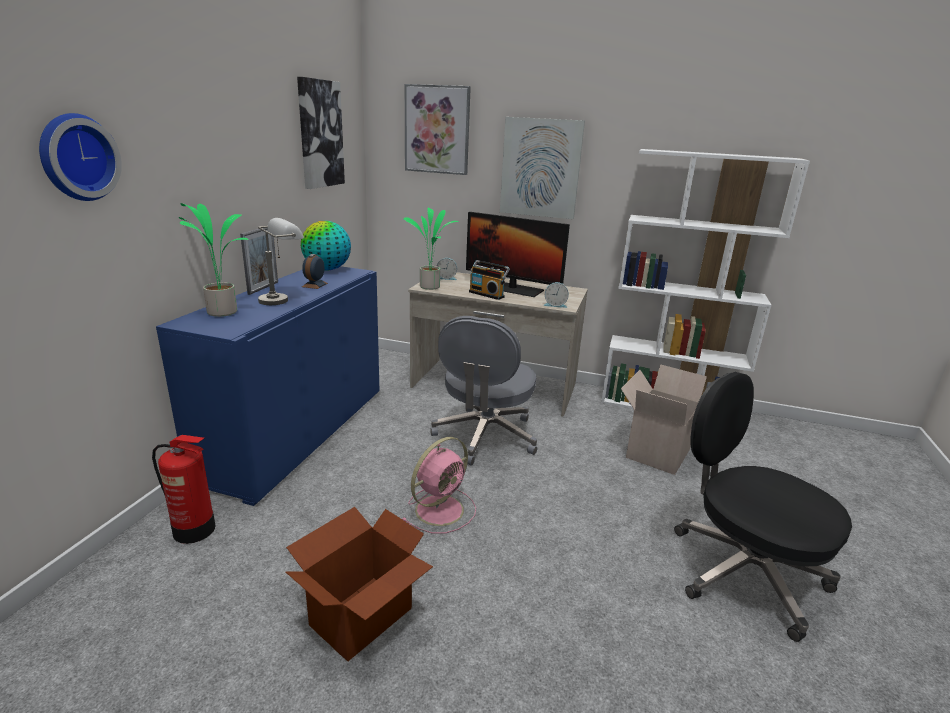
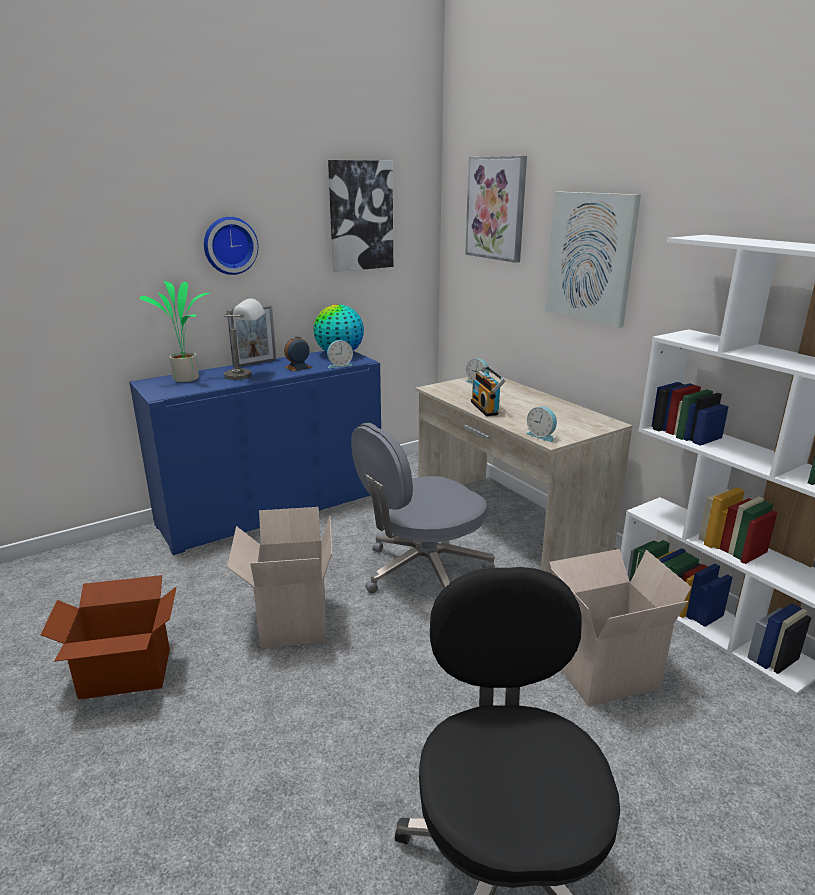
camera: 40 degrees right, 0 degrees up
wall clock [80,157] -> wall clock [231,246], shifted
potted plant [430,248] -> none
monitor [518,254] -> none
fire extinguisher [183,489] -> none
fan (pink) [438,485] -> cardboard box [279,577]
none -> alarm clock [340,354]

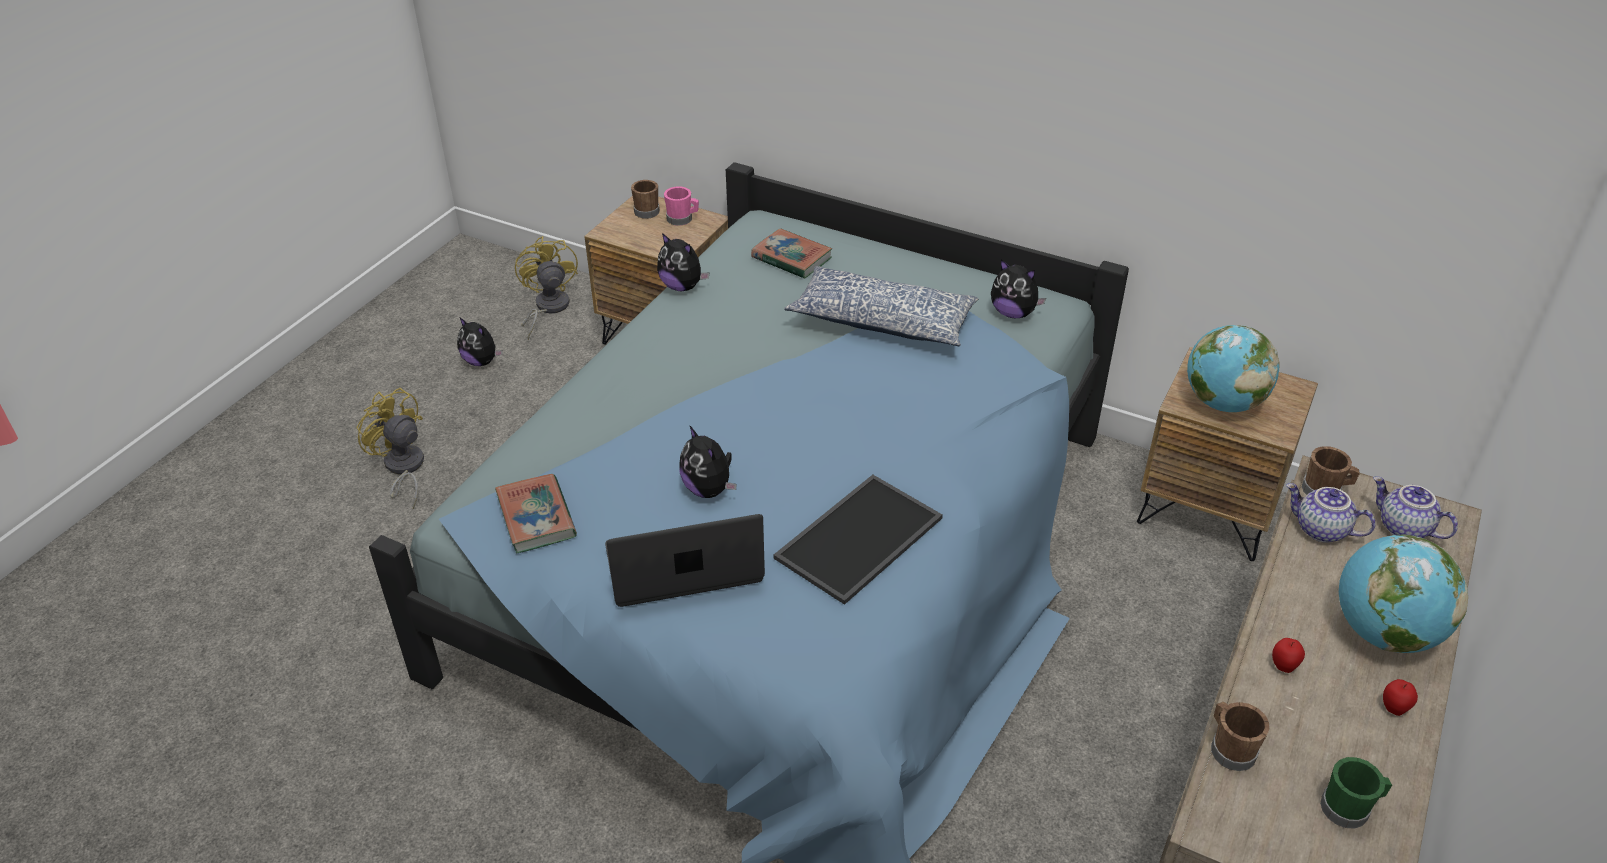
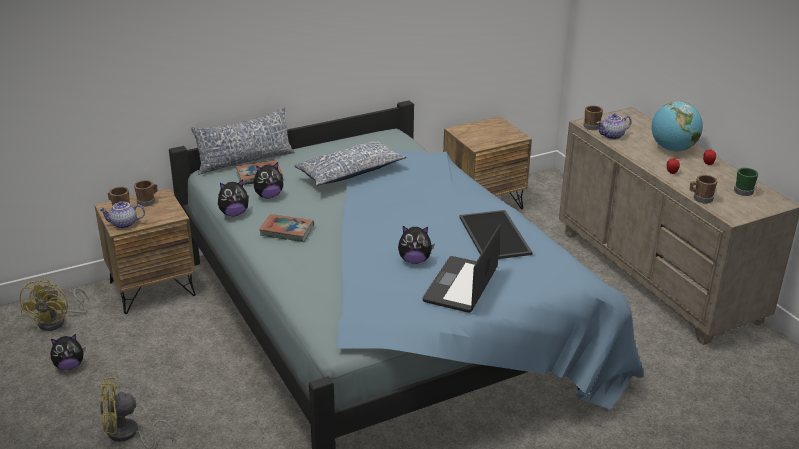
camera: 55 degrees left, 10 degrees down
mug (pink) [681,206] -> mug (brown) [146,193]
fan (yellow) [546,288] -> fan (yellow) [54,304], 105 degrees counterclockwise
plush toy [1018,288] -> plush toy [268,180], shifted
globe [1233,368] -> none
book [536,513] -> book [286,228], shifted
teapot [1415,507] -> teapot [122,215], shifted
none -> pillow [243,141]

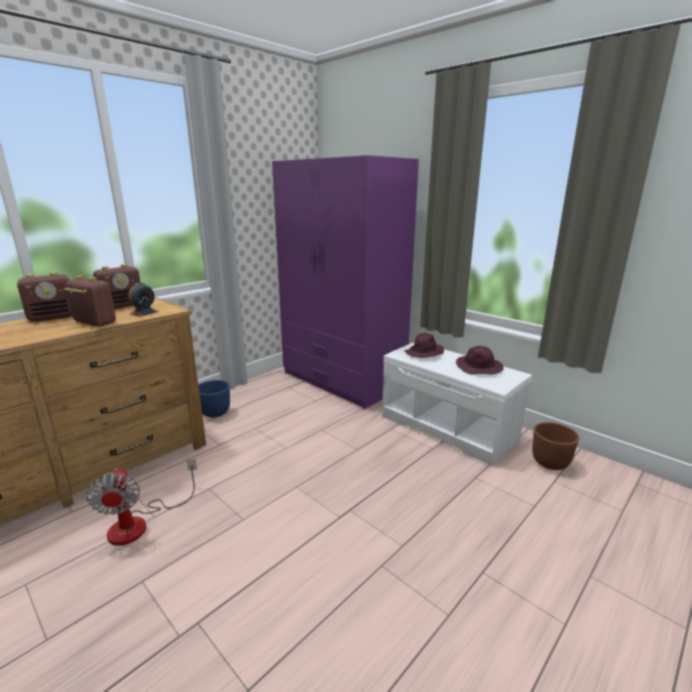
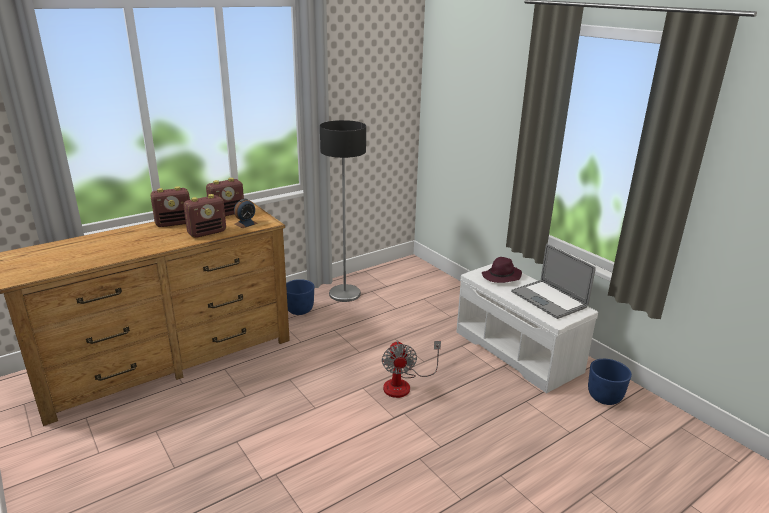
camera: 10 degrees right, 5 degrees up
wardrobe (purple) [345,282] -> none
radio [89,301] -> radio [205,216], 105 degrees clockwise
hat (purple) [480,360] -> laptop [553,281]
planter (brown) [555,446] -> planter (blue) [610,382]
fan [141,502] -> fan [411,369], shifted
none -> floor lamp [343,211]

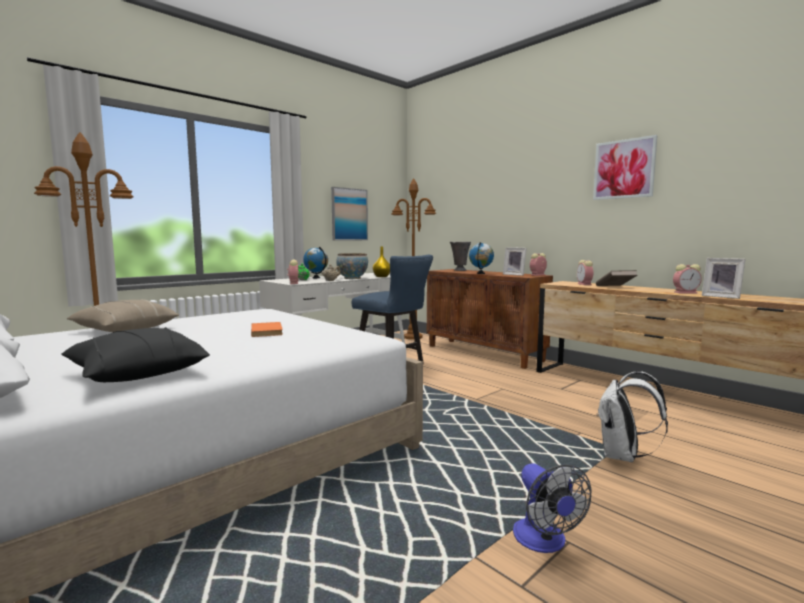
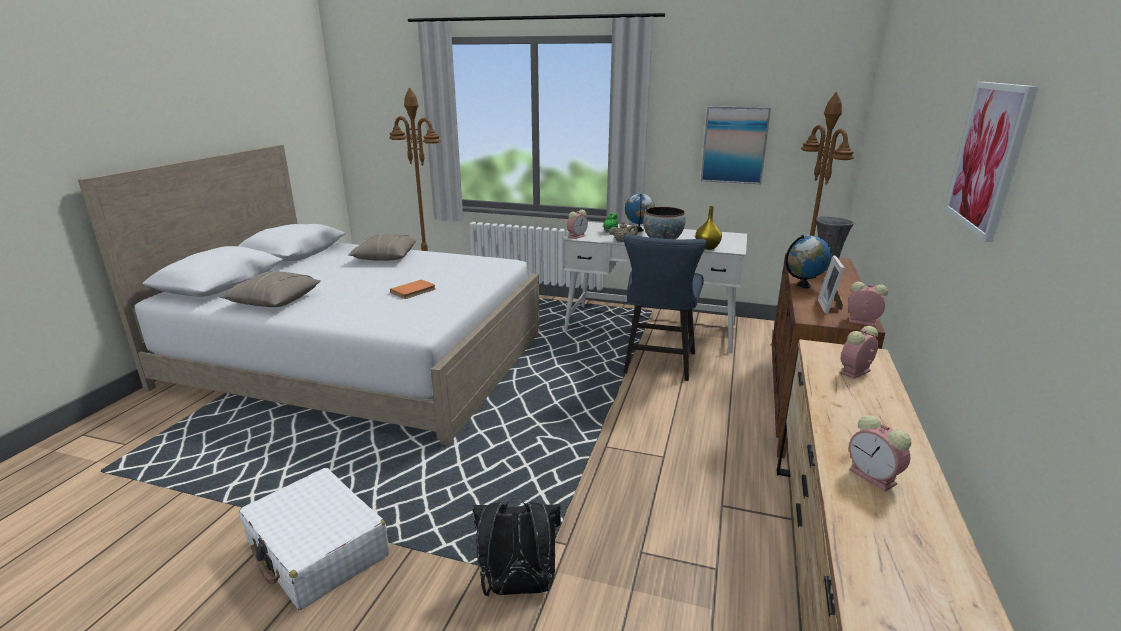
camera: 60 degrees right, 15 degrees up
picture frame [723,278] -> none
book (brown) [617,278] -> none
pillow (black) [135,354] -> pillow (beige) [270,289]
backpack (white) [632,417] -> backpack (black) [517,547]
fan [552,508] -> suitcase (white) [314,539]

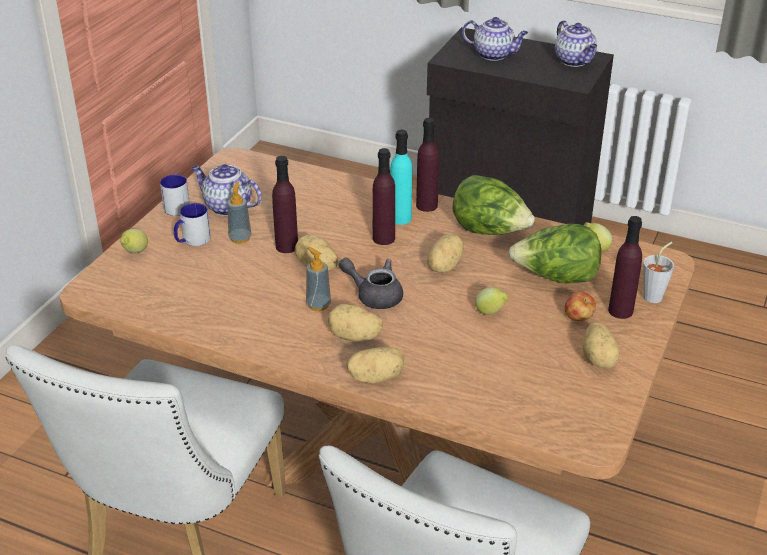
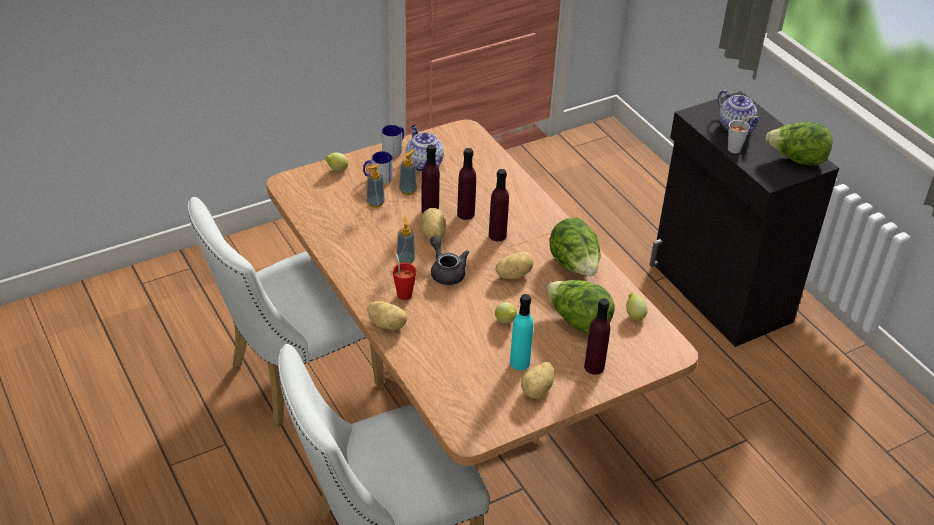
camera: 35 degrees right, 5 degrees up
teapot [576,43] -> lettuce [798,144]
bottle (purple) [427,165] -> bottle (purple) [466,184], shifted
bottle (turquoise) [401,177] -> bottle (turquoise) [522,332], shifted
cup (grey) [658,272] -> cup (grey) [742,134], shifted
apple [580,306] -> none
potato [355,322] -> cup (red) [404,275]
none -> soap dispenser [375,186]

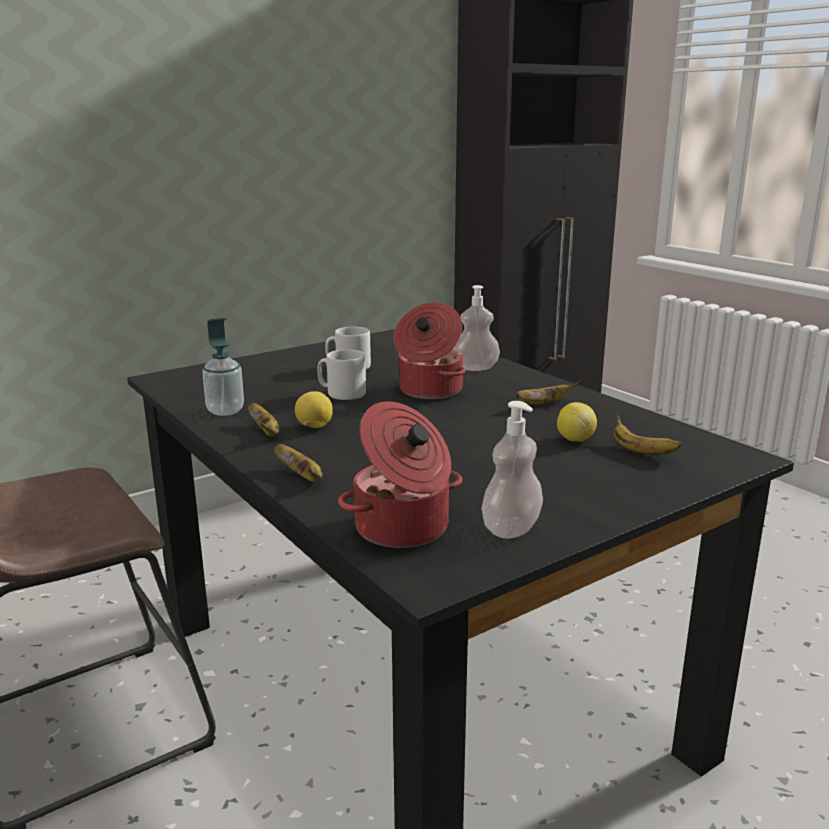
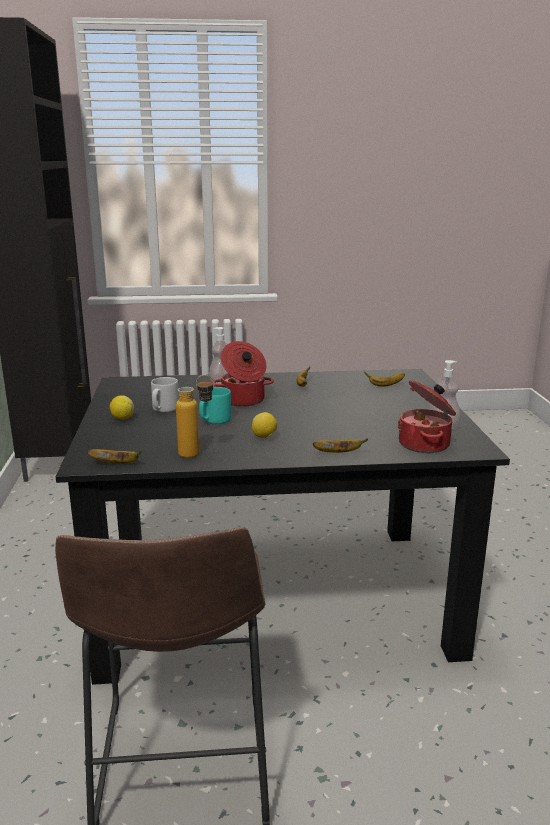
camera: 60 degrees left, 0 degrees up
soap dispenser [223,367] -> bottle [195,416]
mug (grey) [341,374] -> mug (turquoise) [215,405]
lemon [577,422] -> lemon [122,407], shifted
banana [263,420] -> banana [114,456], shifted

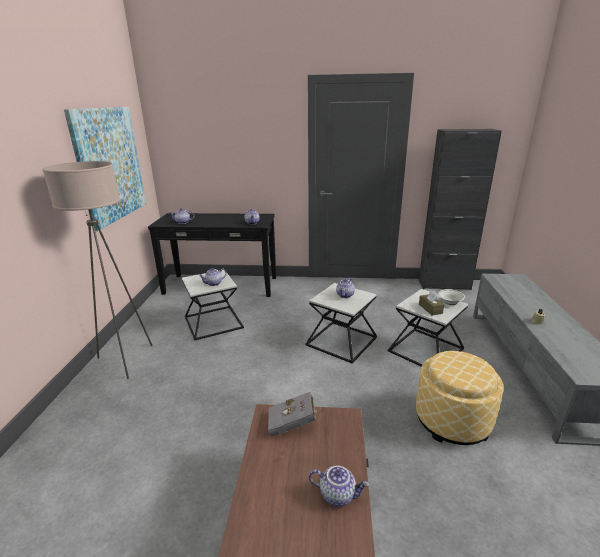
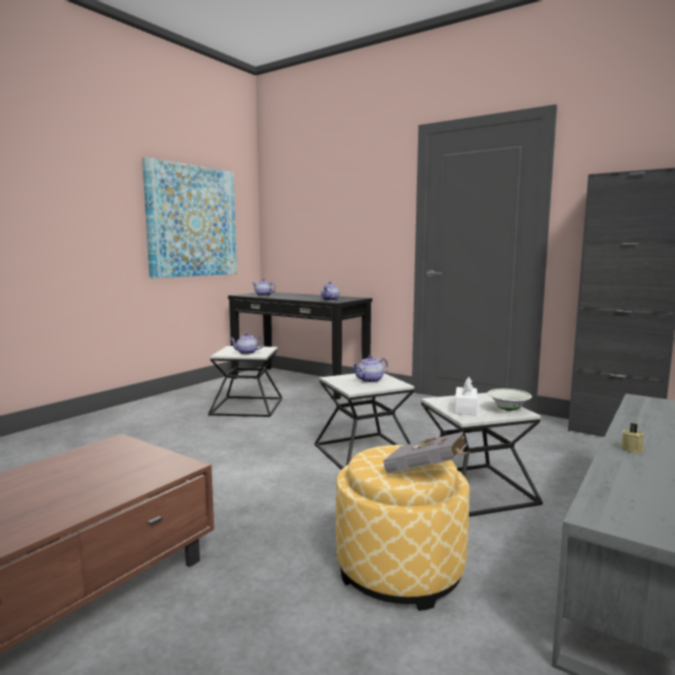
camera: 30 degrees right, 15 degrees down
floor lamp (beige) [97,270] -> none
tissue box (brown) [431,303] -> tissue box (white) [466,396]
book (grey) [295,414] -> book (grey) [426,452], shifted
teapot [339,486] -> none

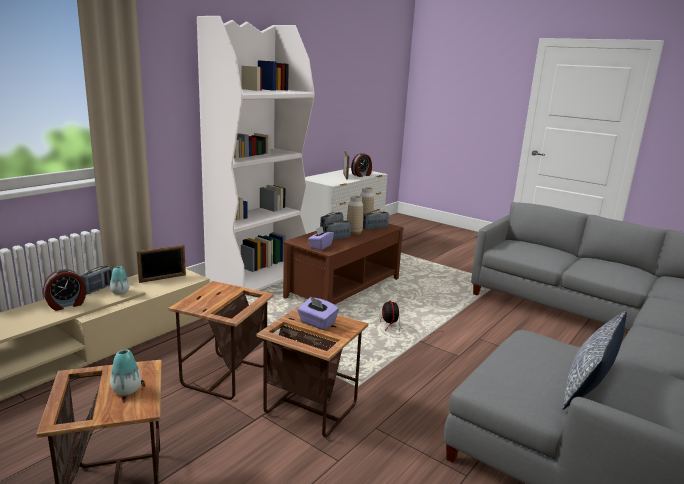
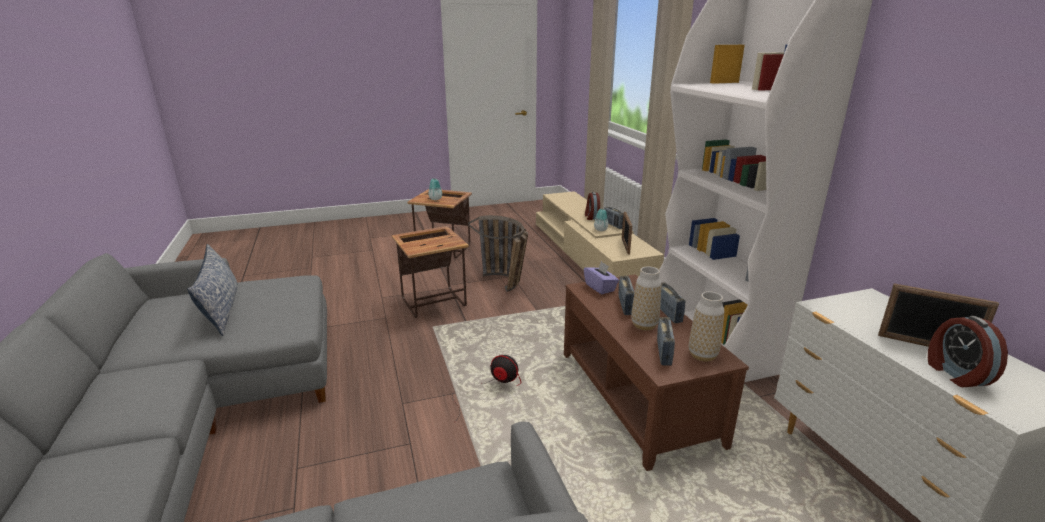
camera: 125 degrees right, 5 degrees up
side table [221,340] -> basket [498,253]
tissue box (purple) [318,313] -> none

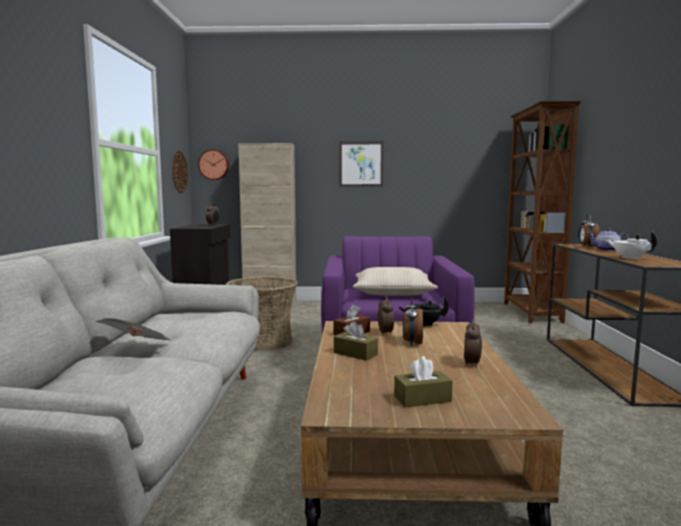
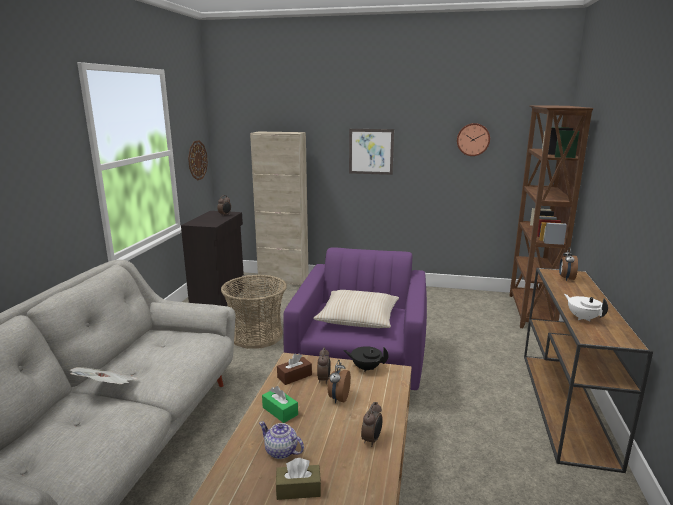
camera: 10 degrees right, 10 degrees up
wall clock [213,164] -> wall clock [473,139], shifted
teapot [608,239] -> teapot [281,440], shifted
tissue box (brown) [356,341] -> tissue box (green) [280,404]

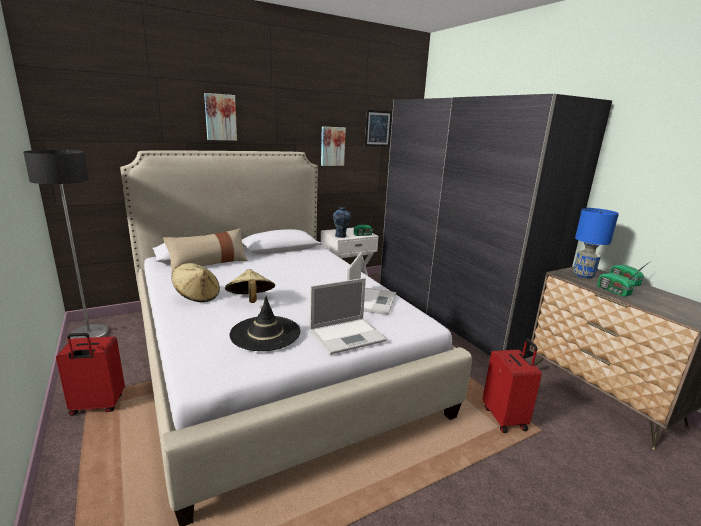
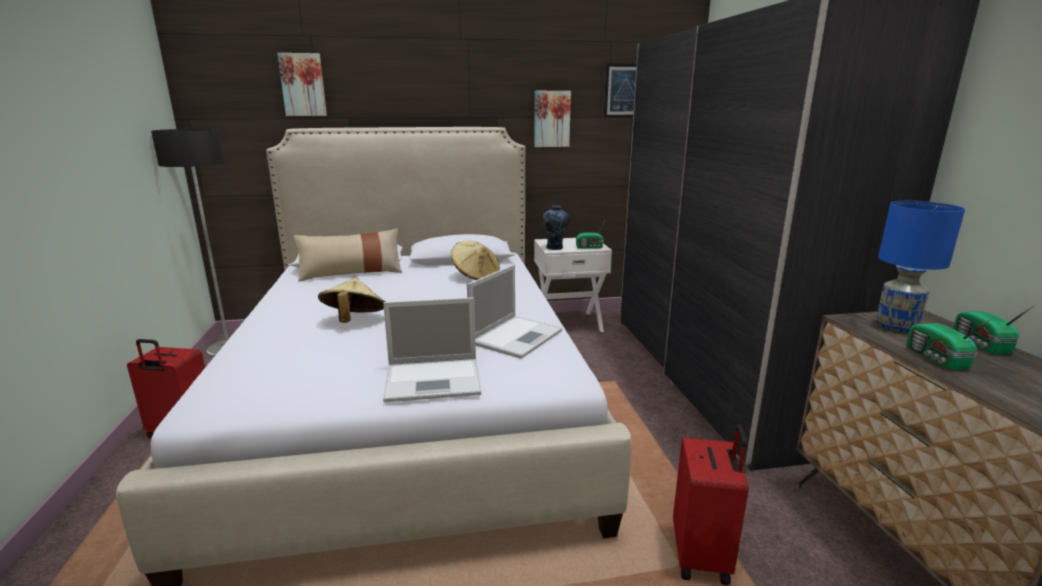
camera: 20 degrees right, 0 degrees up
picture [220,117] -> picture [302,84], shifted
hat (beige) [195,282] -> hat (beige) [475,260], shifted
hat (black) [265,323] -> none

